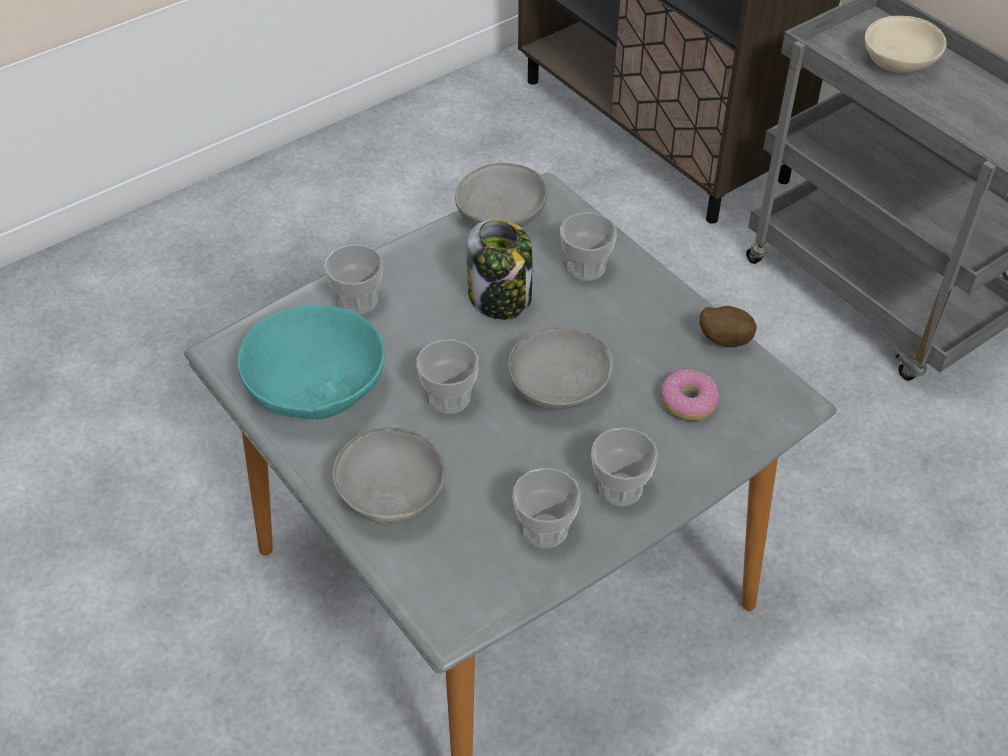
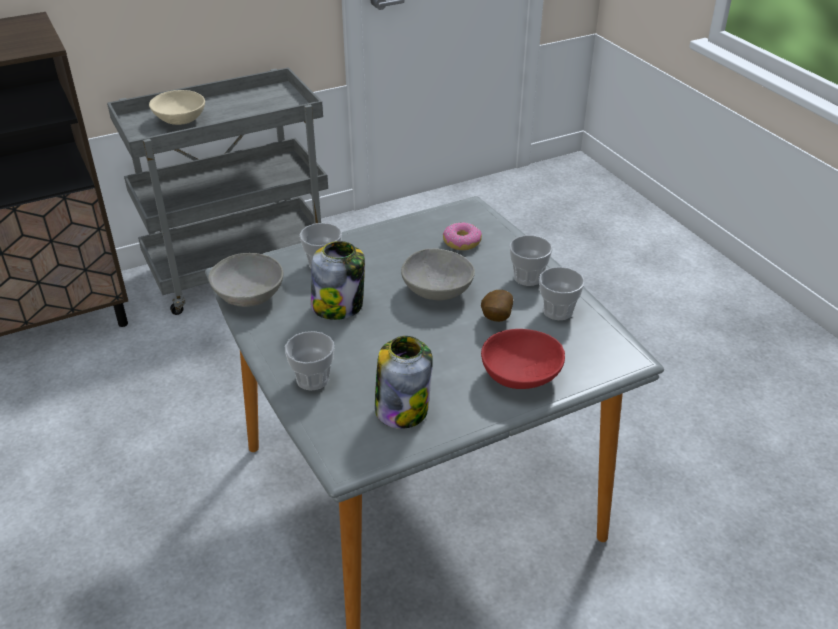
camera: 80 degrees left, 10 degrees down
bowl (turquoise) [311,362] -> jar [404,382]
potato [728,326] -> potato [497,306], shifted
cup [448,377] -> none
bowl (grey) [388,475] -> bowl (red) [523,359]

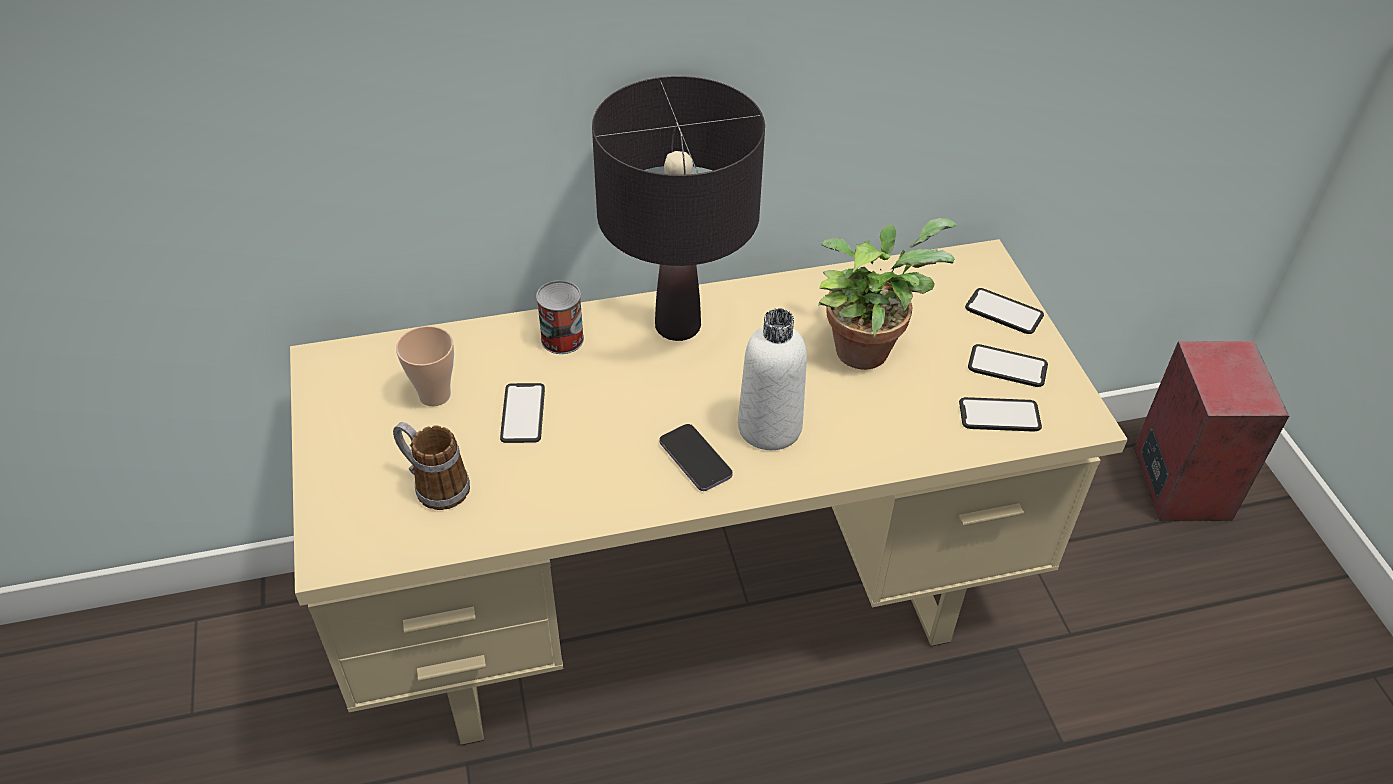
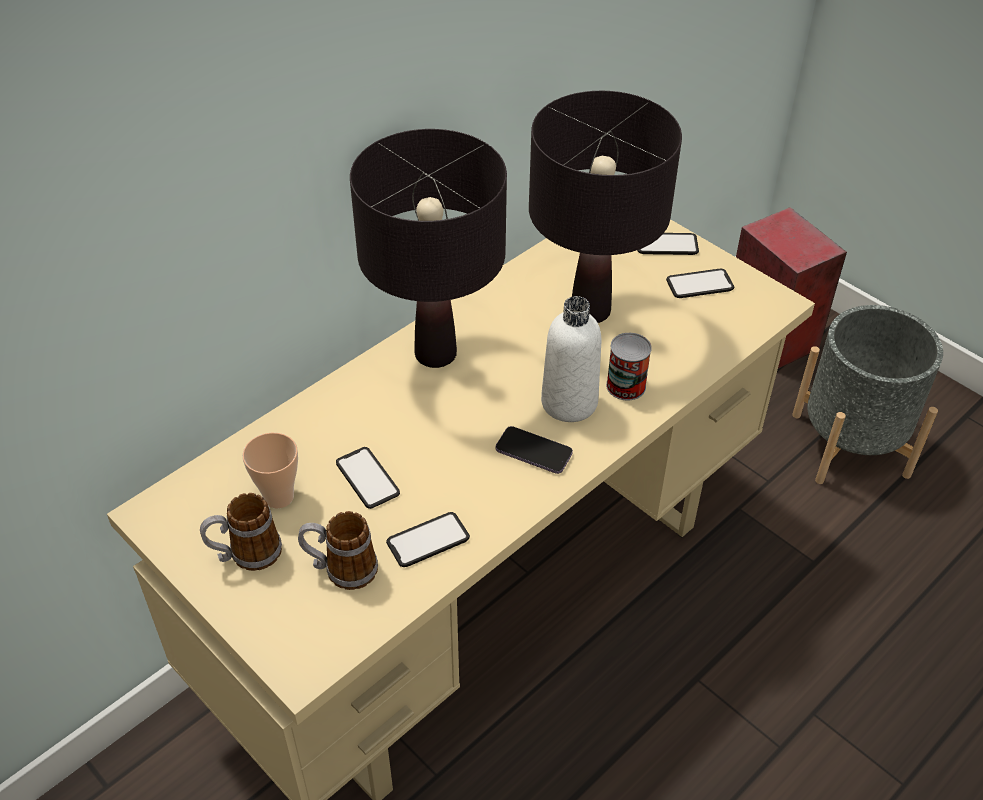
camera: 30 degrees left, 0 degrees up
potted plant [887,294] -> table lamp (black) [605,207]
can [560,317] -> can [629,366], shifted
phone [1000,414] -> phone [428,539], shifted
none -> planter (grey) [867,394]
none -> mug [241,532]

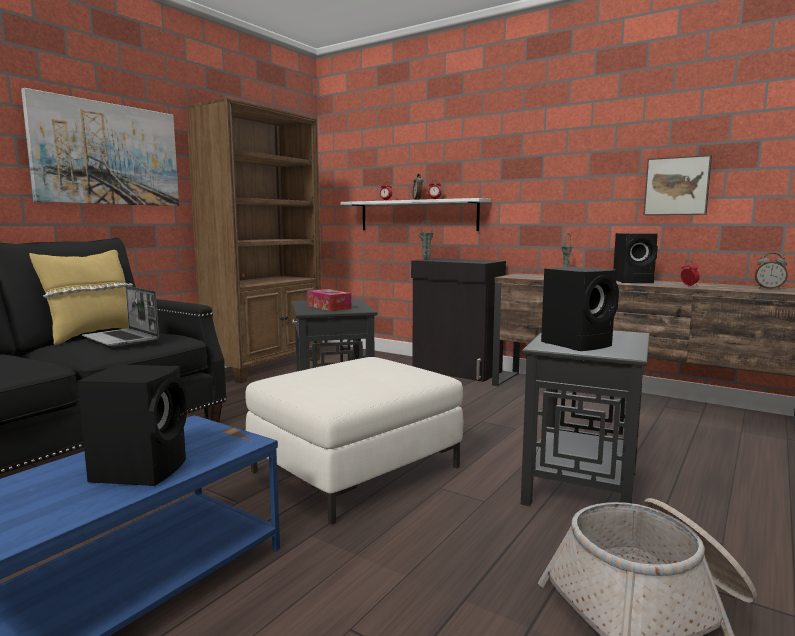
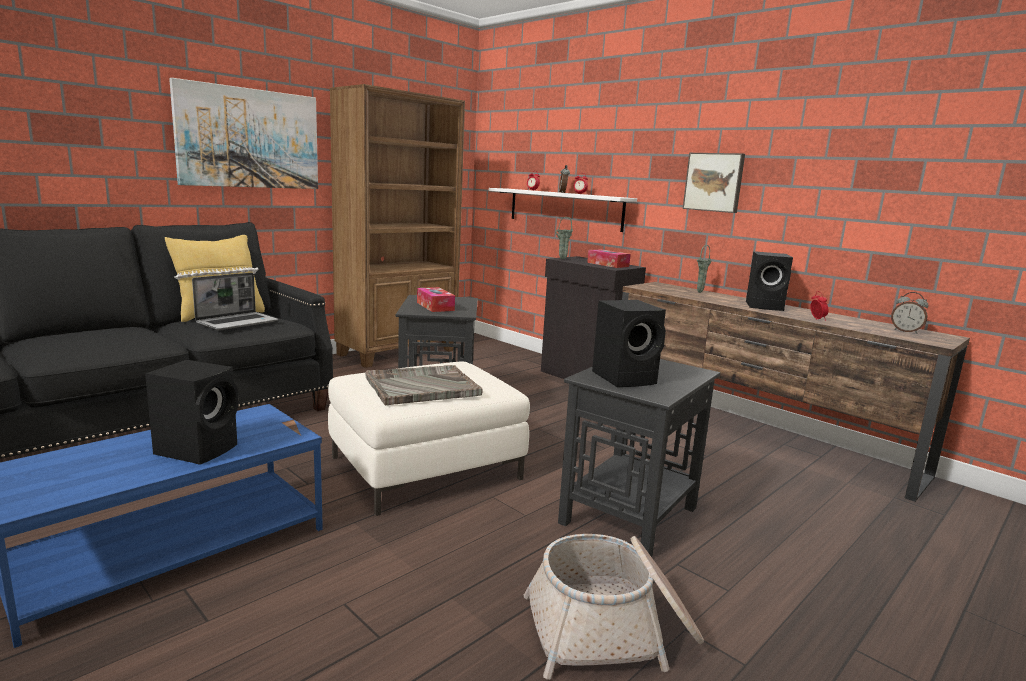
camera: 10 degrees right, 5 degrees up
picture [678,185] -> picture [714,183], shifted
laptop [120,316] -> laptop [235,301], 105 degrees counterclockwise
none -> tissue box [609,258]
none -> tray (grey) [424,385]

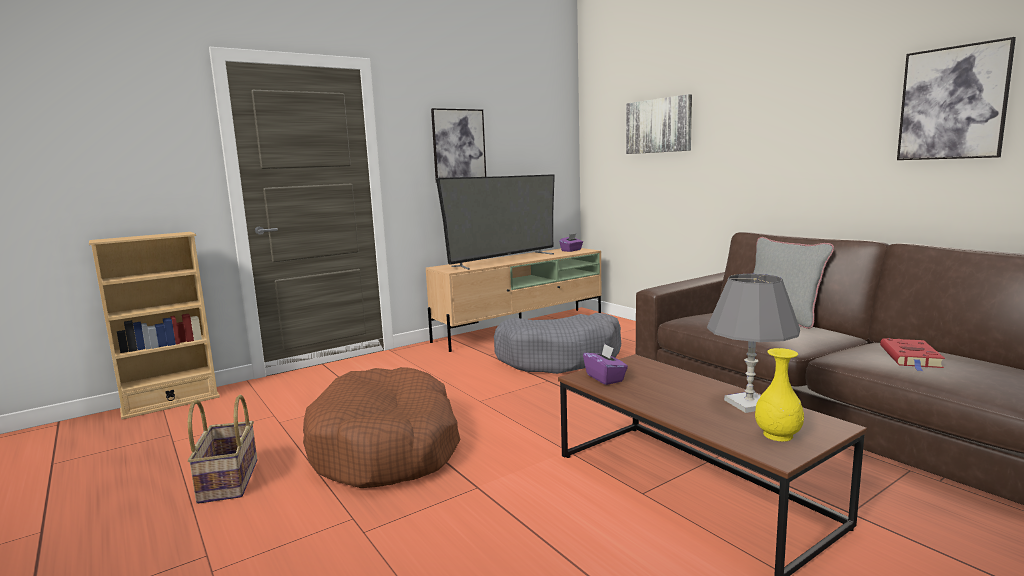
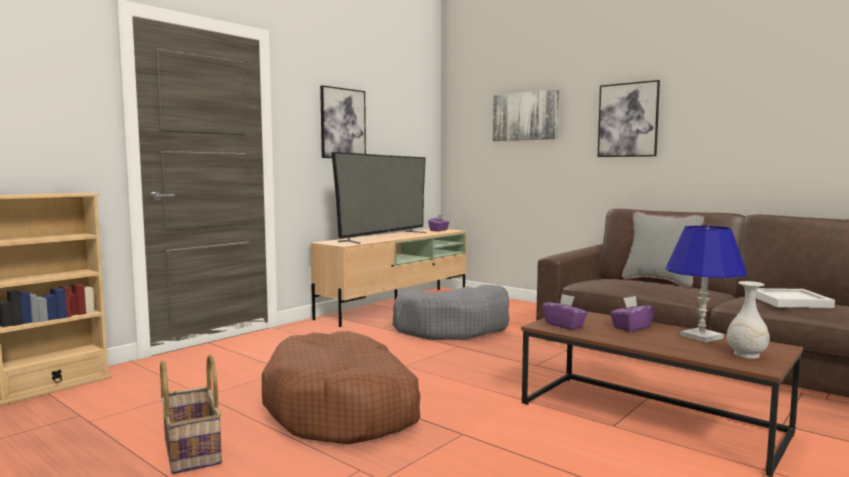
camera: 15 degrees left, 5 degrees down
picture [956,98] -> picture [629,118], shifted
table lamp (grey) [753,343] -> table lamp (blue) [706,284]
book (red) [912,354] -> tray (white) [795,298]
vase (yellow) [779,395] -> vase (white) [748,320]
none -> tissue box (purple) [632,314]

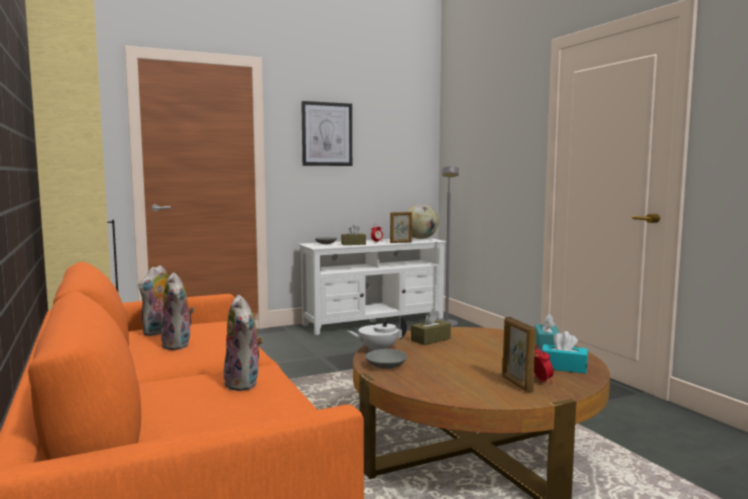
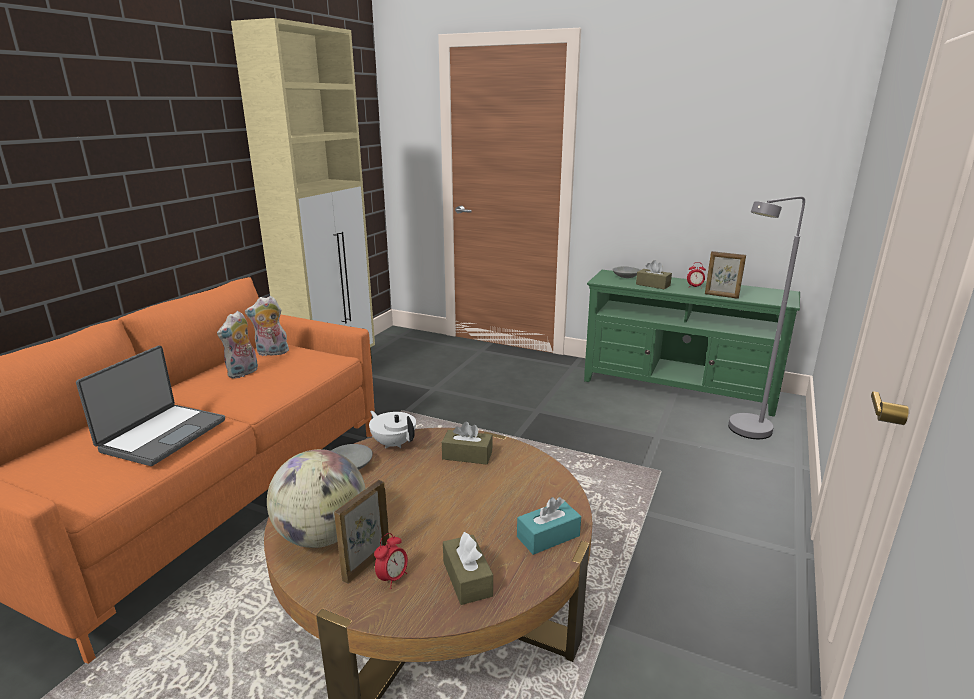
camera: 50 degrees right, 15 degrees up
picture [326,133] -> none
globe [423,221] -> globe [316,498], shifted
tv stand (white) [372,286] -> tv stand (green) [692,343]
plush toy [242,343] -> laptop [150,406]
tissue box (turquoise) [564,352] -> tissue box (brown) [468,568]

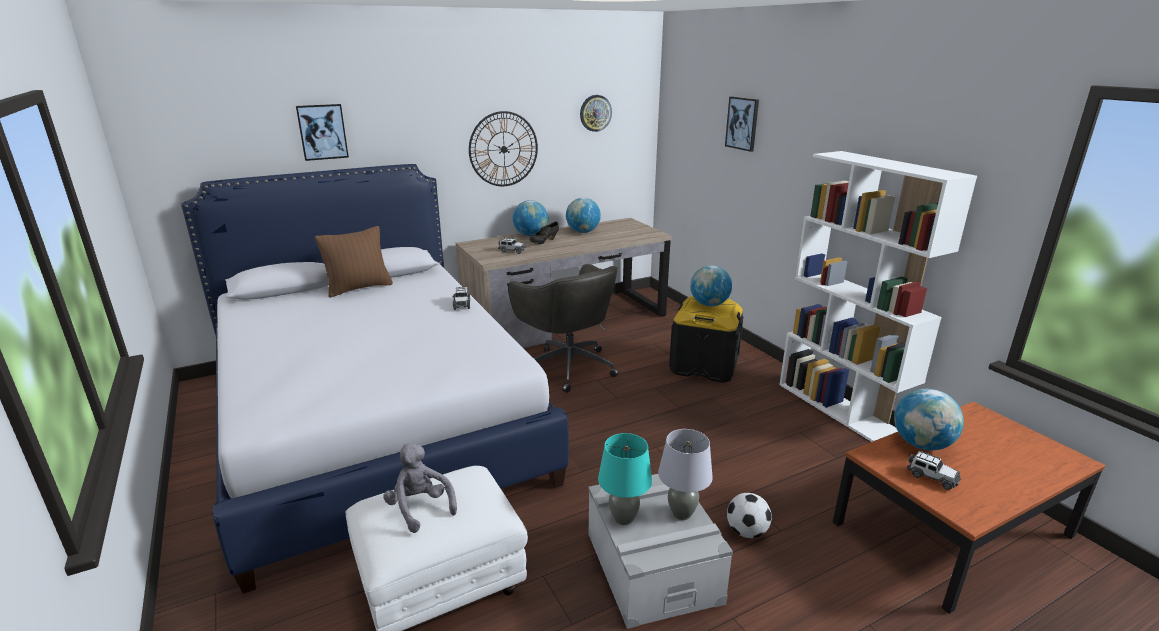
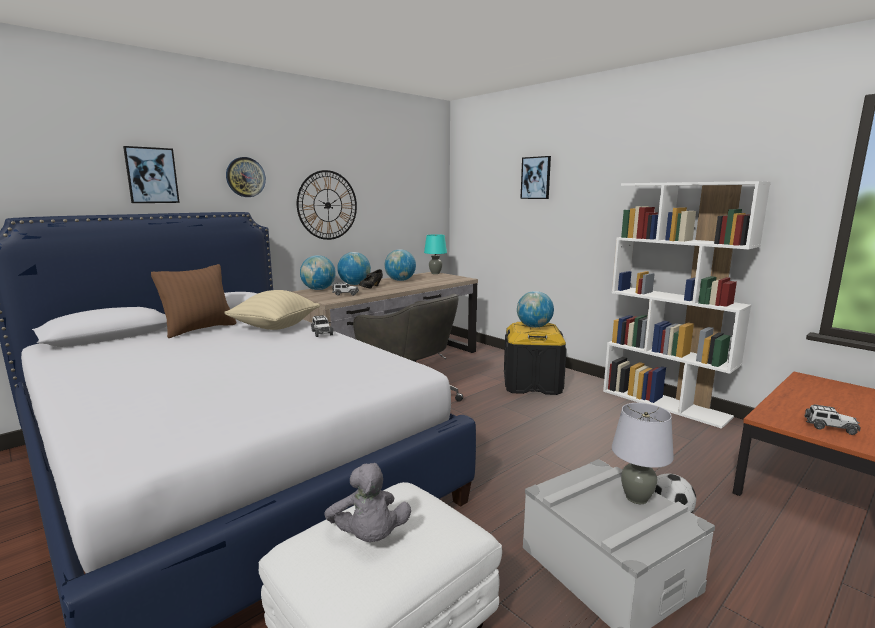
camera: 15 degrees left, 10 degrees down
wall clock [596,113] -> wall clock [246,177], shifted
globe [929,420] -> globe [318,272], shifted
table lamp (turquoise) [625,479] -> table lamp (turquoise) [435,254], shifted
plush toy (grey) [420,488] -> plush toy (grey) [367,502], 150 degrees counterclockwise
none -> pillow (beige) [272,310]

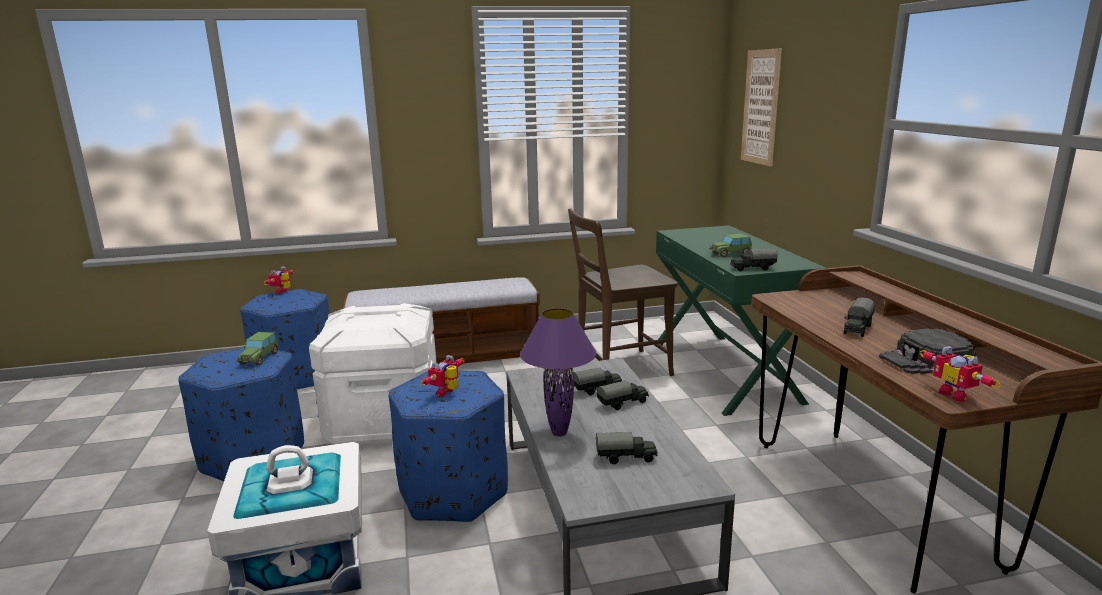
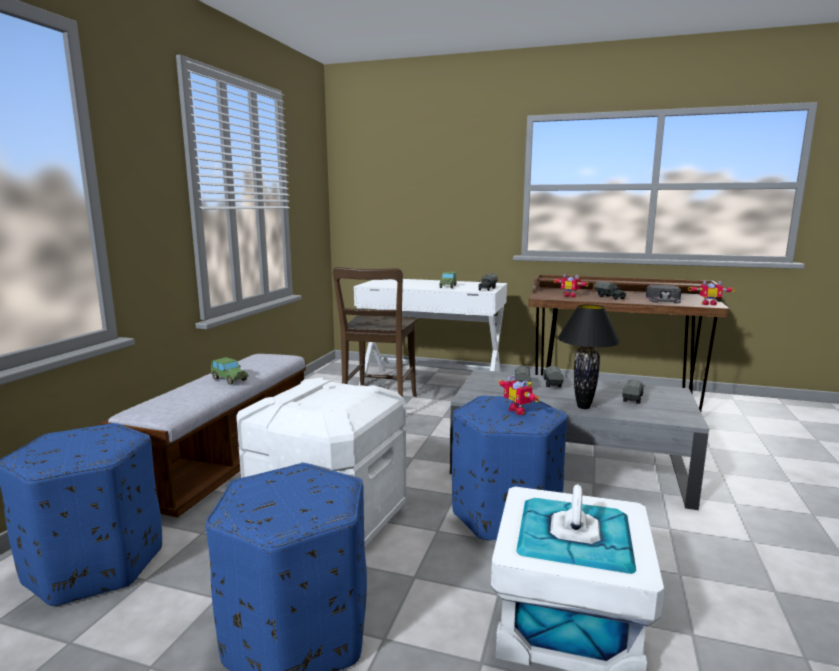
camera: 60 degrees left, 5 degrees down
picture [761,107] -> none
desk (green) [740,321] -> desk (white) [430,332]
toy robot [279,280] -> toy robot [571,285], shifted
table lamp (purple) [558,372] -> table lamp (black) [589,356]
toy car [257,348] -> toy car [230,371], shifted

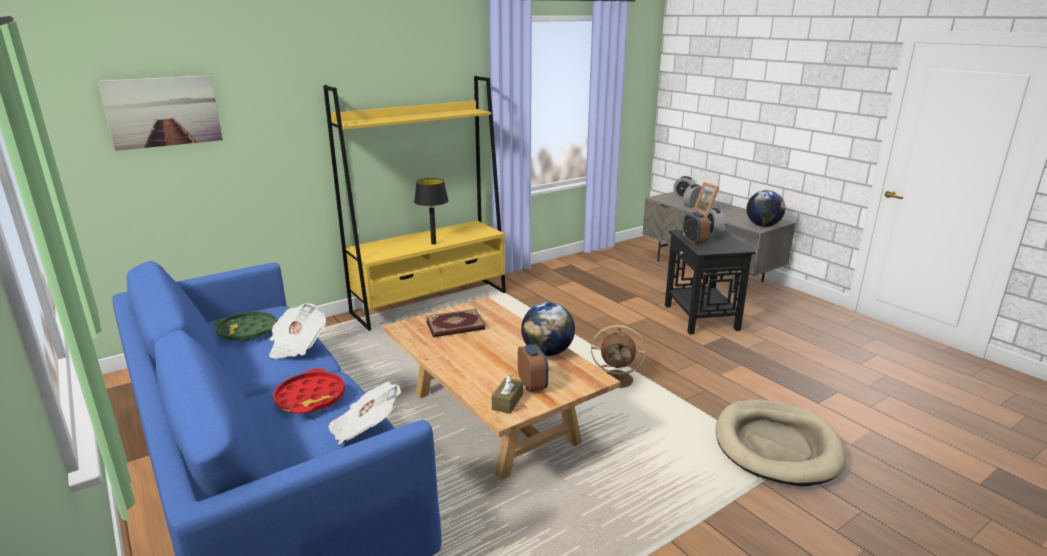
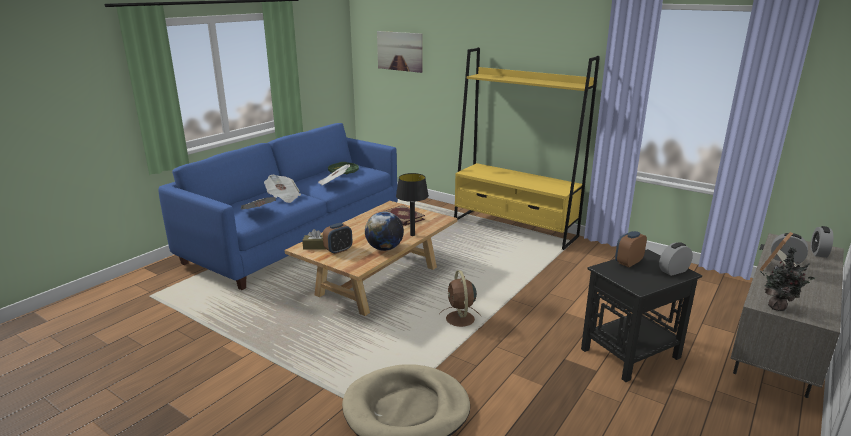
camera: 70 degrees right, 0 degrees up
table lamp (black) [431,211] -> table lamp (black) [412,204], shifted
globe [766,208] -> potted plant [787,278]
tray (red) [309,391] -> newspaper [282,189]

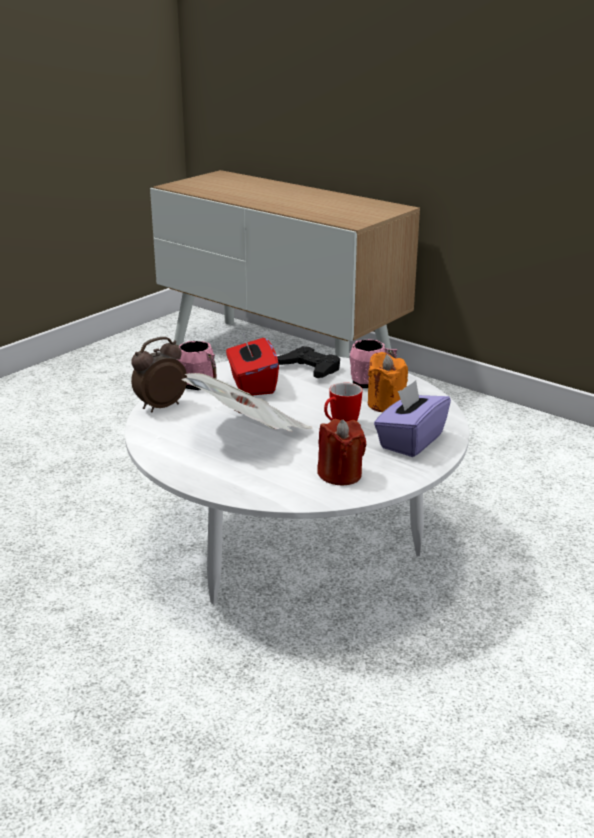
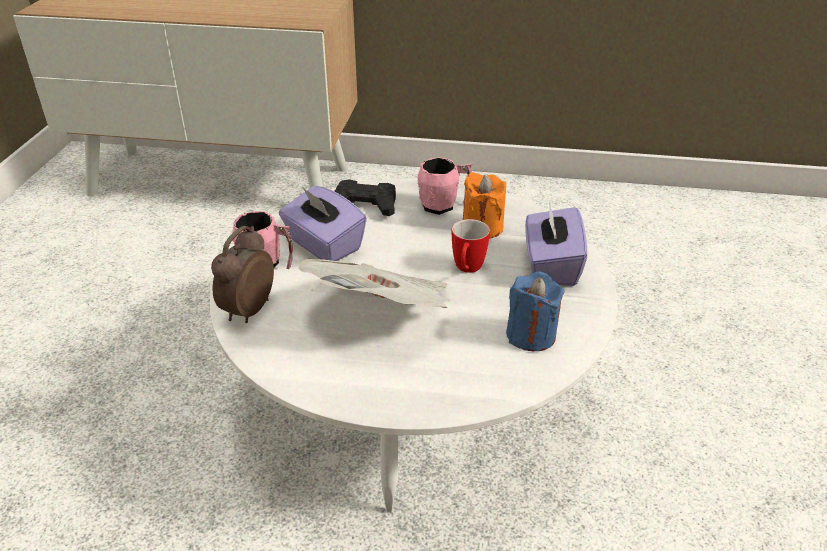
camera: 30 degrees left, 10 degrees up
tissue box (red) [252,364] -> tissue box (purple) [323,223]
candle (red) [341,452] -> candle (blue) [535,311]

